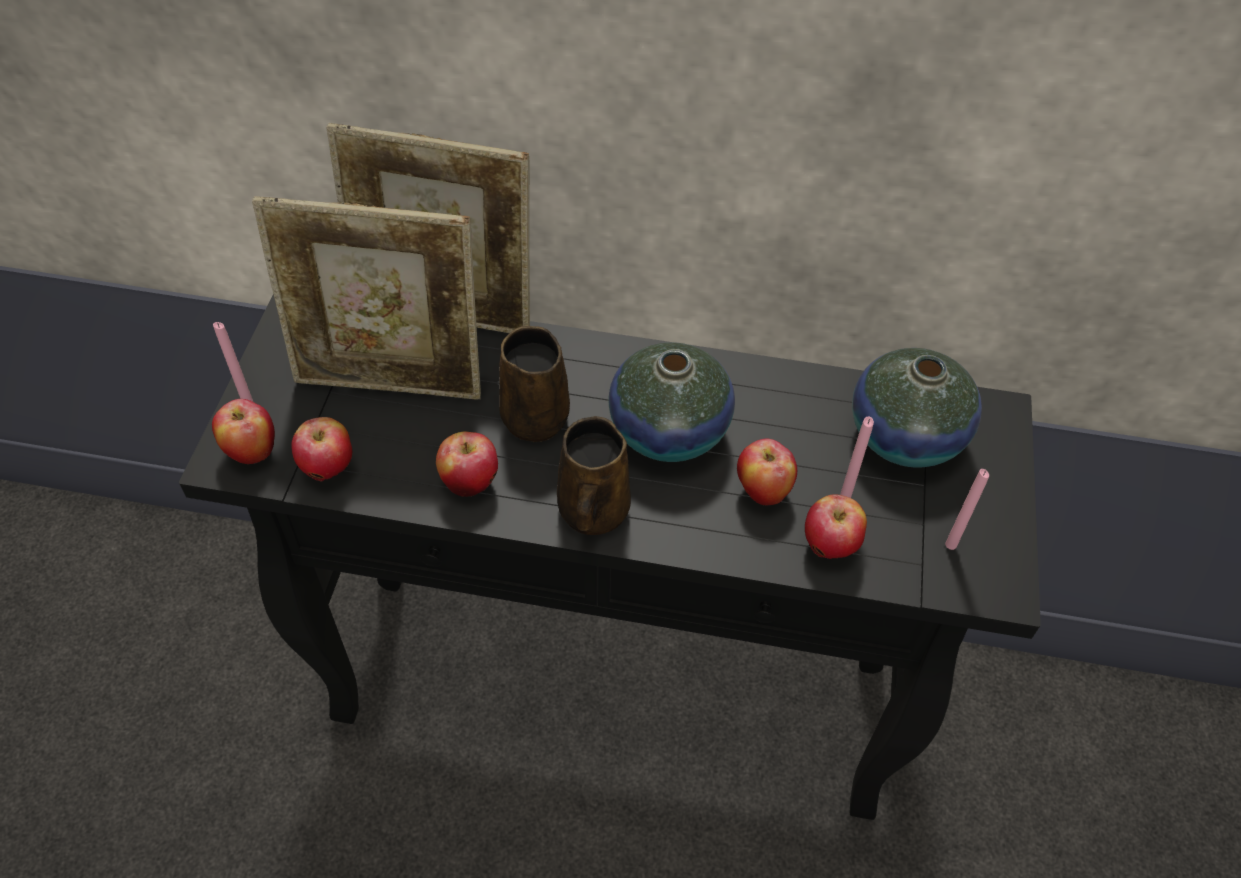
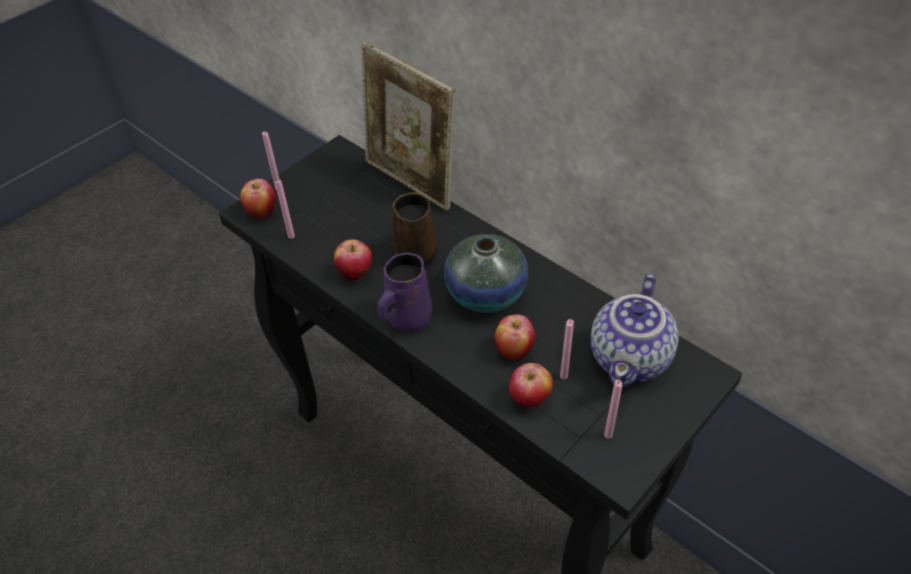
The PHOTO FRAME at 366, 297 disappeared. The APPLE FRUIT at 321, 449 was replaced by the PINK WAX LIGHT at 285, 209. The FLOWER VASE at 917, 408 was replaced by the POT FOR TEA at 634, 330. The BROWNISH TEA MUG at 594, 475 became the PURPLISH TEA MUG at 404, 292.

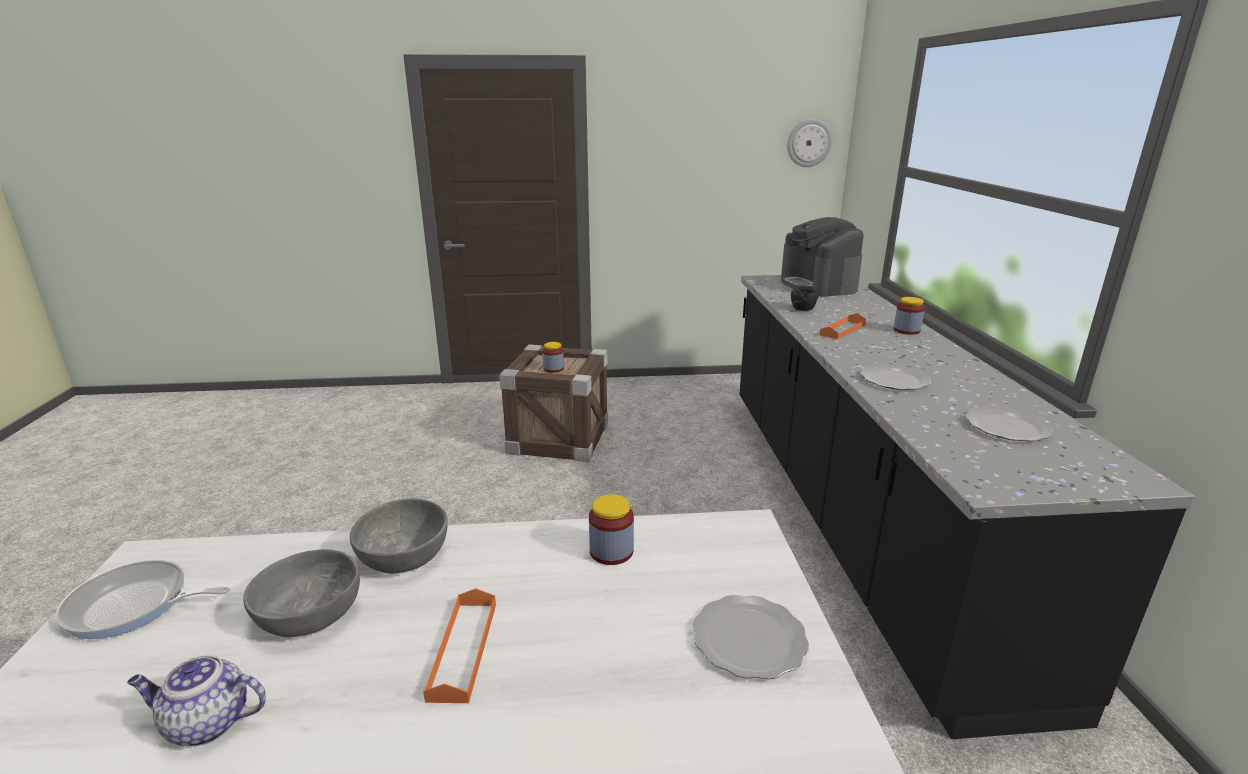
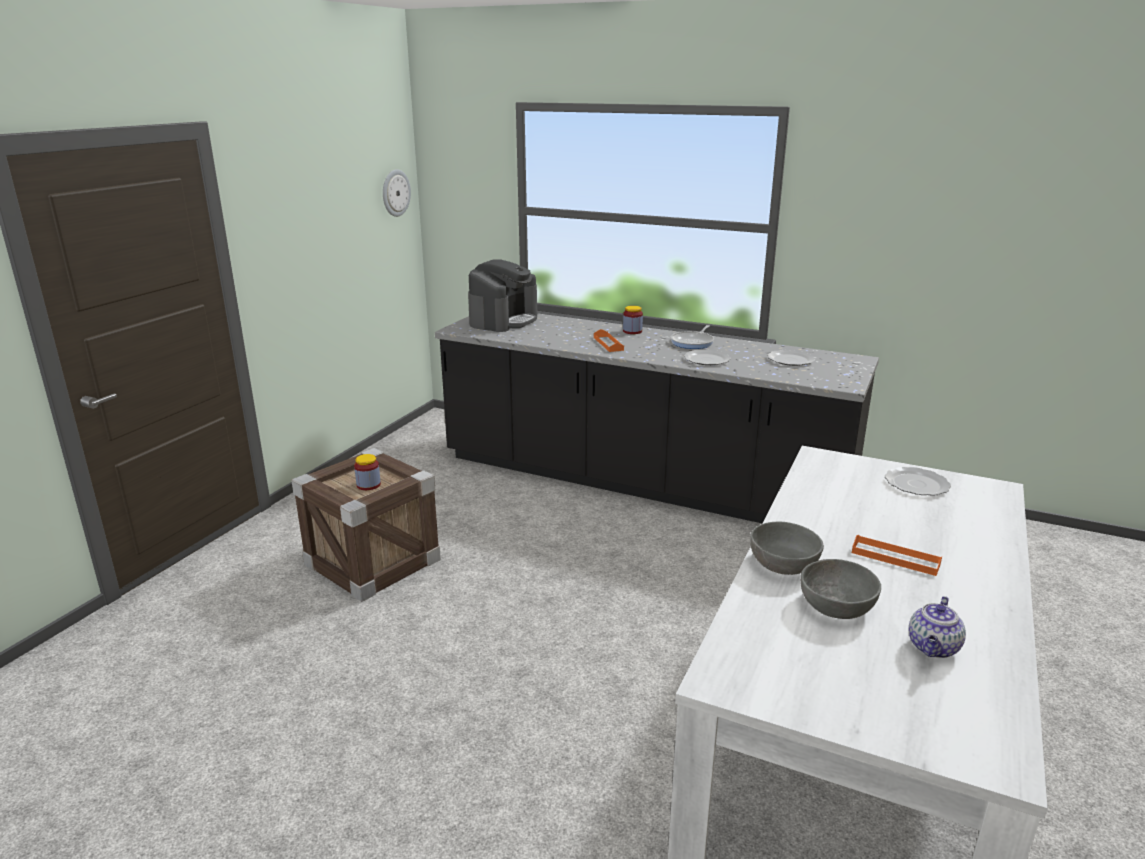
The PRESERVE JAR at 611, 529 disappeared. The BLACK-COLOURED BOWL at 804, 299 disappeared. The SKILLET moved from 142, 599 to 692, 337. The COFFEE MAKER at 822, 257 turned 75 degrees counterclockwise.

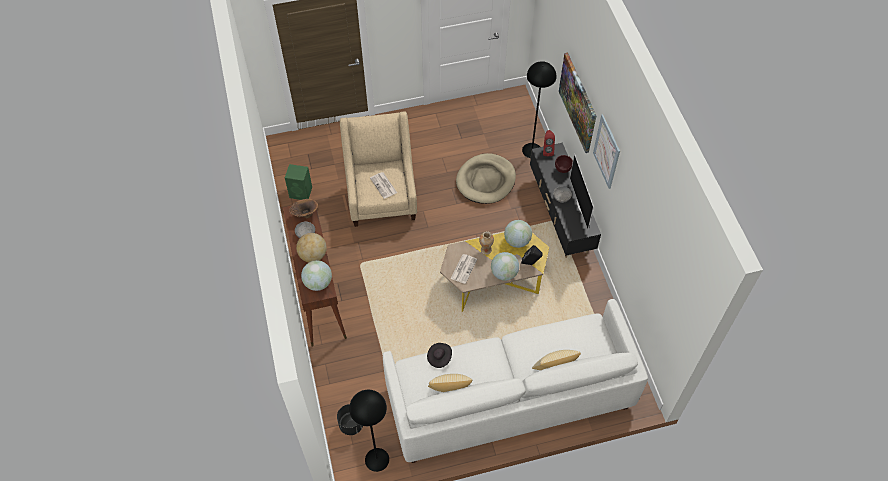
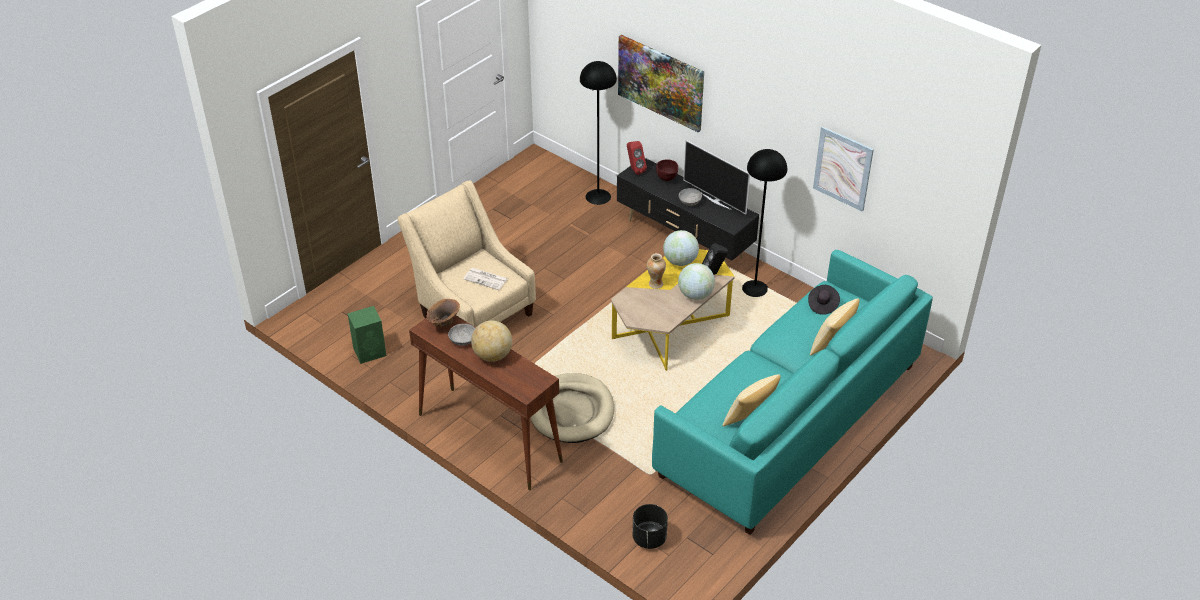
The WORLD GLOBE at 316, 275 disappeared. The DAILY PAPER at 464, 269 disappeared. The BLACK-COLOURED FLOOR LAMP moved from 369, 431 to 764, 223. The BLACK-COLOURED WEARABLE HAT moved from 439, 355 to 824, 300. The BEIGE-COLOURED DOG CUSHION moved from 486, 178 to 572, 408. The PICTURE moved from 606, 151 to 843, 169. The WHITISH COUCH at 515, 381 became the TURQUOISE COUCH at 792, 392.

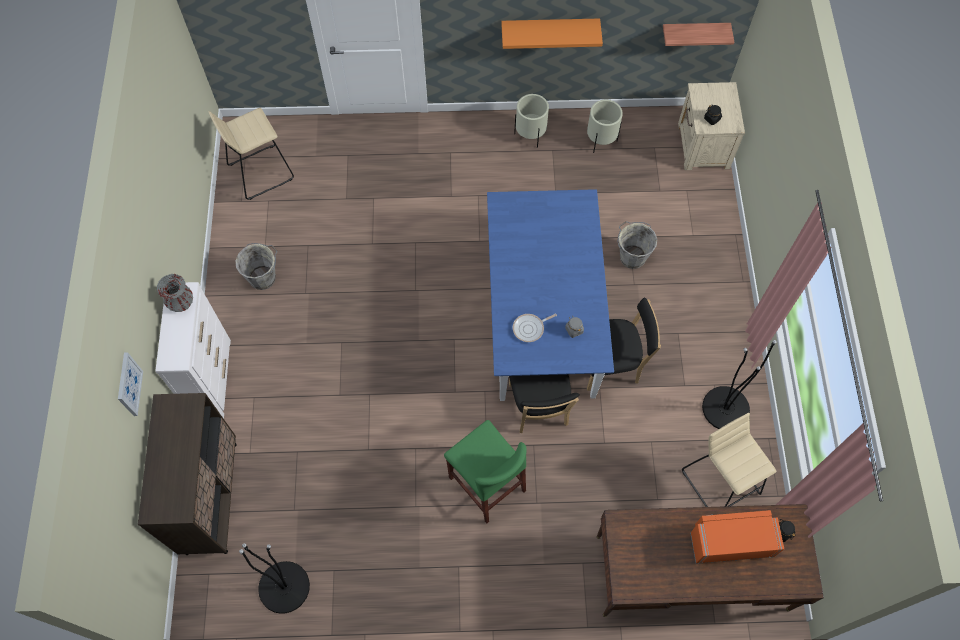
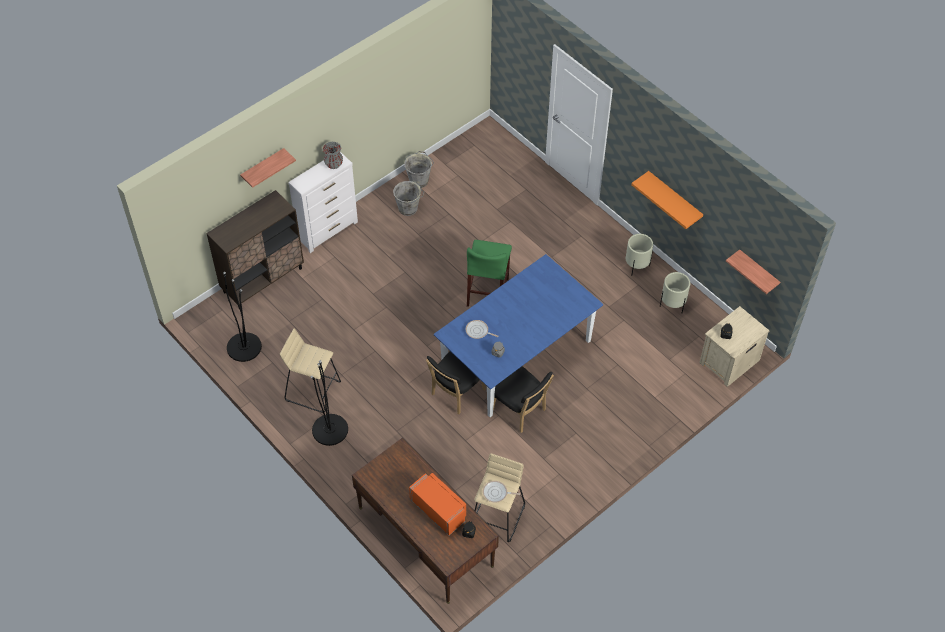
The SKILLET at 501, 492 appeared. The BEIGE-COLOURED STOOL SEAT moved from 251, 154 to 310, 371. The GREEN STOOL SEAT moved from 485, 471 to 489, 273. The GRAY BUCKET moved from 637, 245 to 419, 169. The BLACK-COLOURED FLOOR LAMP moved from 739, 384 to 329, 403. The PICTURE at 130, 384 was replaced by the WALL SHELF at 268, 168.

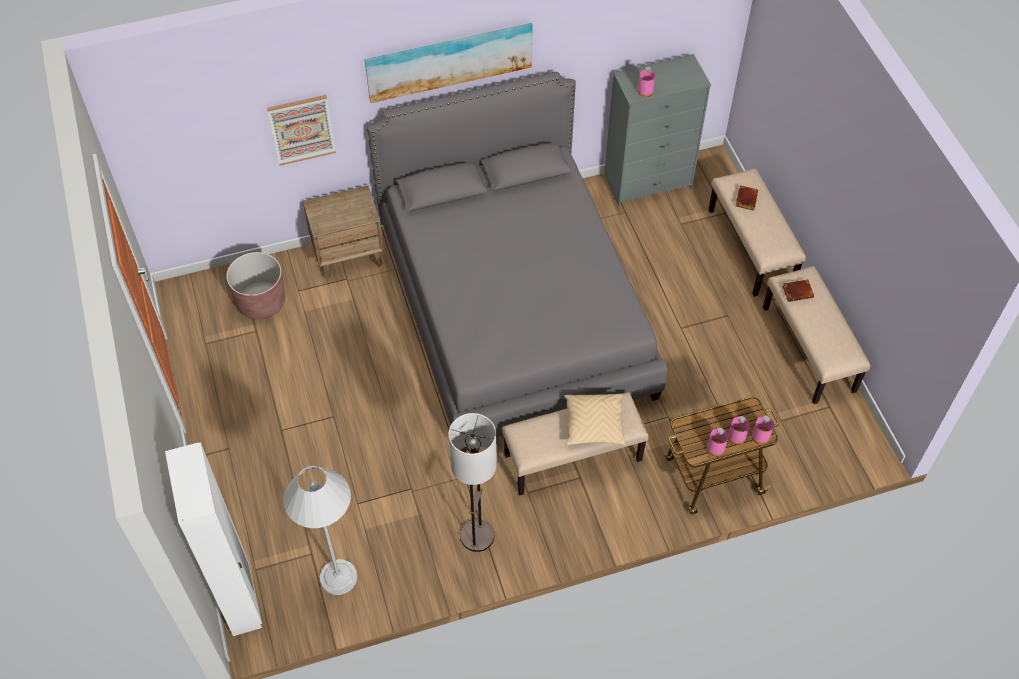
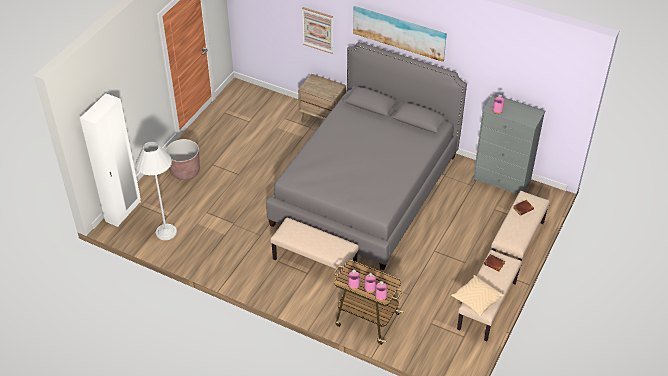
The FLOOR LAMP at 472, 482 disappeared. The BROWNISH PLANT POT moved from 255, 286 to 183, 159. The BEIGE-COLOURED PILLOW moved from 595, 419 to 478, 296.

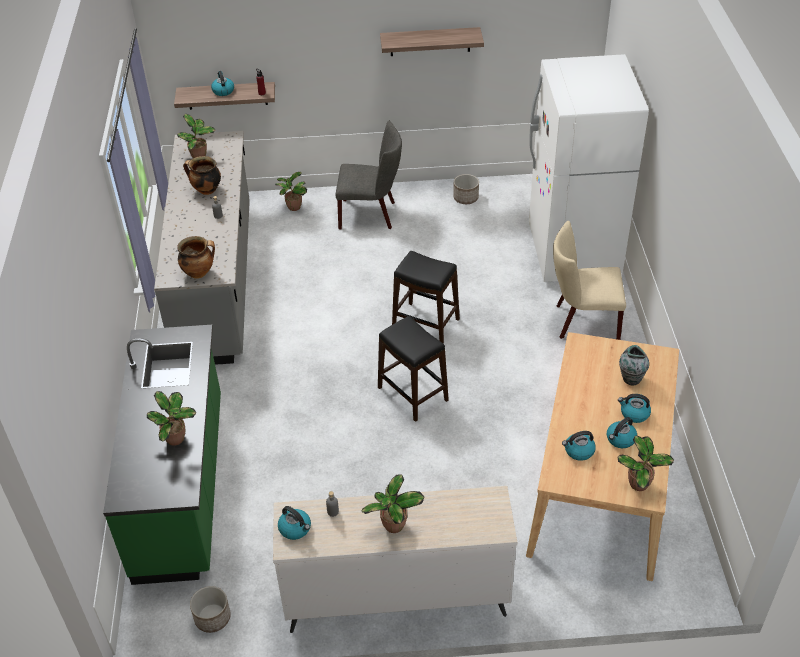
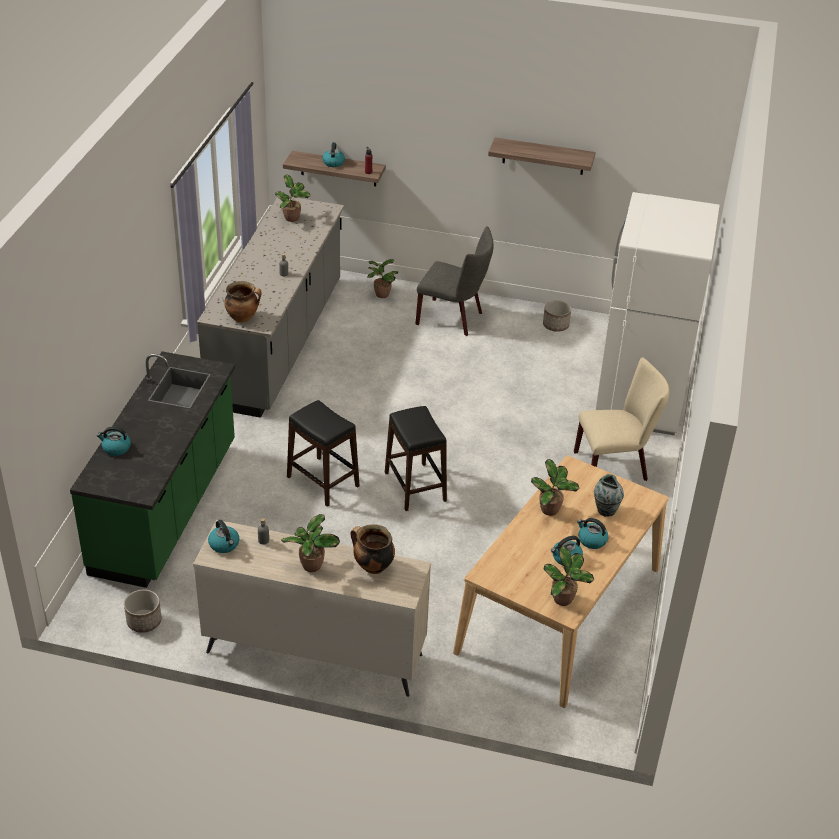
The HOUSEPLANT moved from 171, 418 to 555, 487. The SAUCEPOT moved from 202, 175 to 372, 549. The BLACK-COLOURED STOOL SEAT moved from 426, 297 to 323, 453. The TEA KETTLE moved from 579, 446 to 114, 441. The BEIGE-COLOURED UPRIGHT CHAIR at 589, 280 turned 150 degrees clockwise.

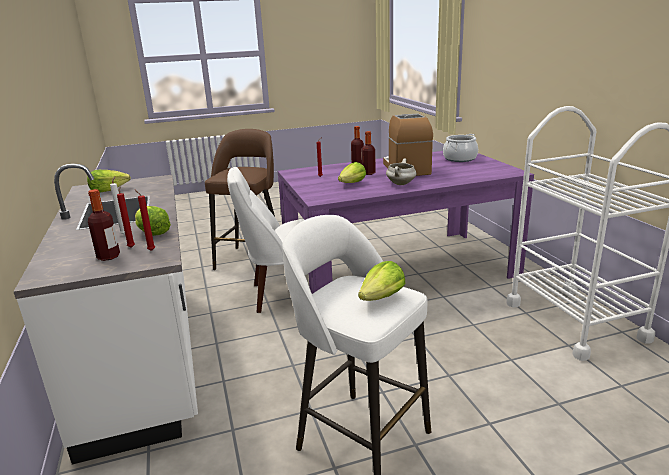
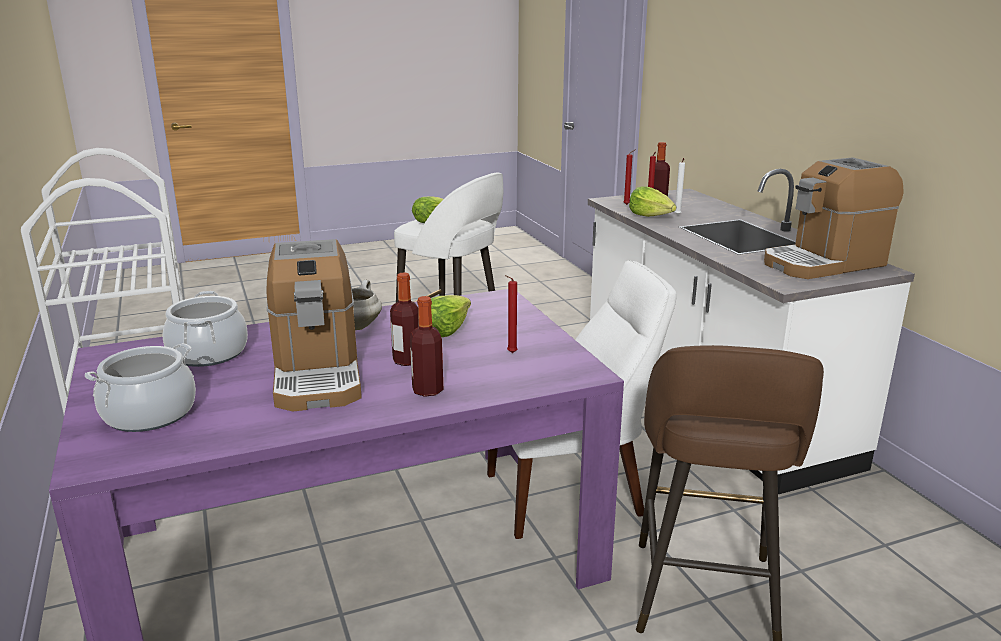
The SAUCEPOT at 205, 329 appeared. The HEAD OF LETTUCE at 109, 181 was replaced by the COFFEE MAKER at 833, 218.

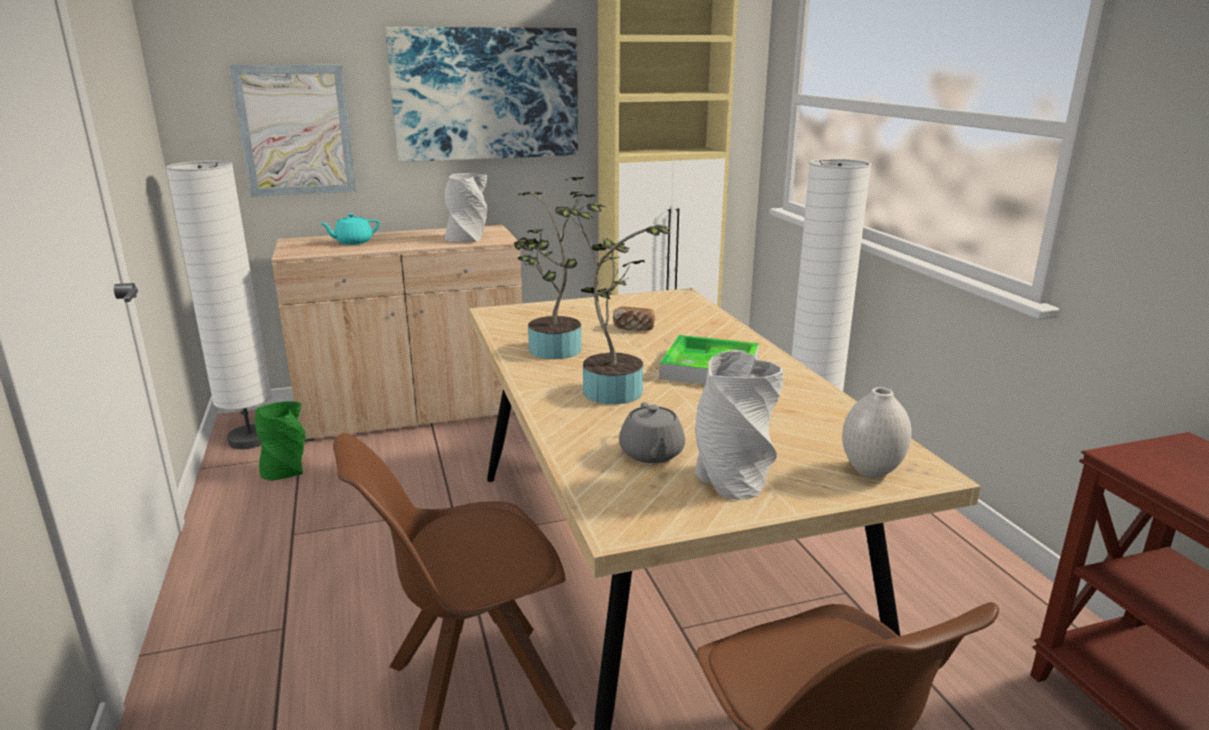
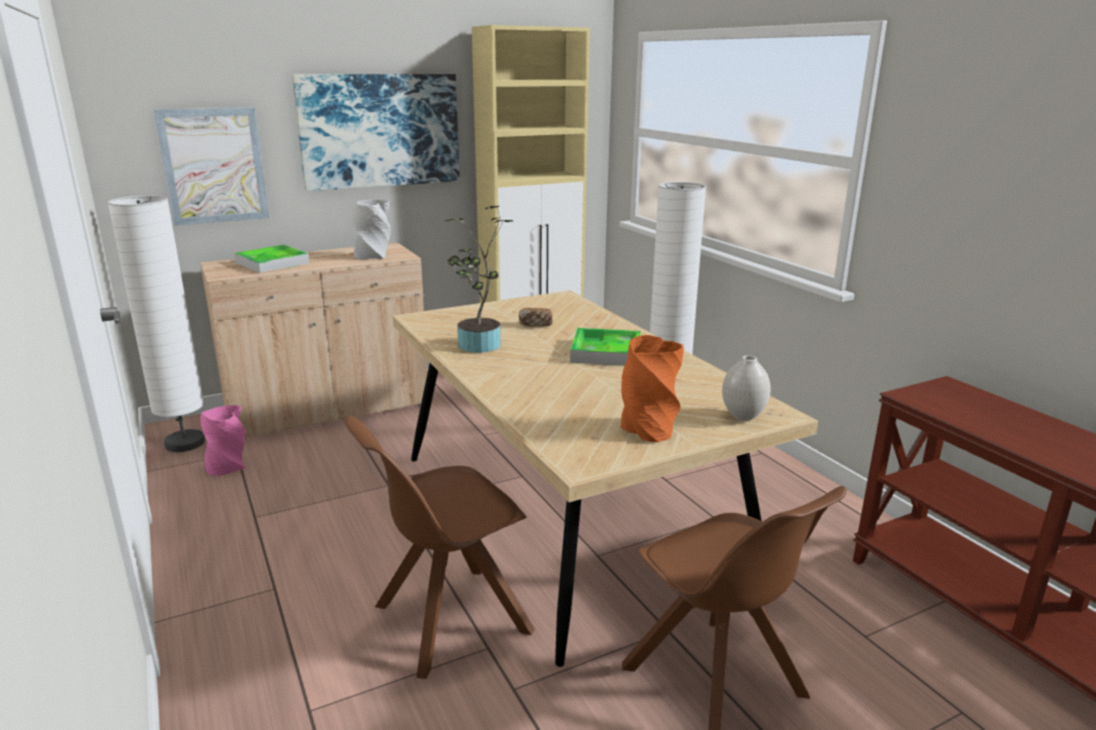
The HOUSEPLANT at 613, 303 disappeared. The GRAY POT FOR TEA at 652, 432 disappeared. The TURQUOISE POT FOR TEA at 350, 229 was replaced by the TRAY at 272, 259. The GREEN FLOWER VASE at 280, 441 became the PINK FLOWER VASE at 223, 440. The GRAY FLOWER VASE at 739, 425 became the ORANGE-COLOURED FLOWER VASE at 652, 388.

